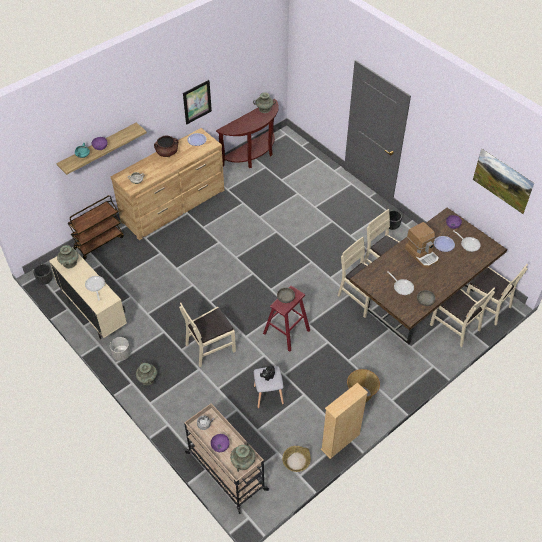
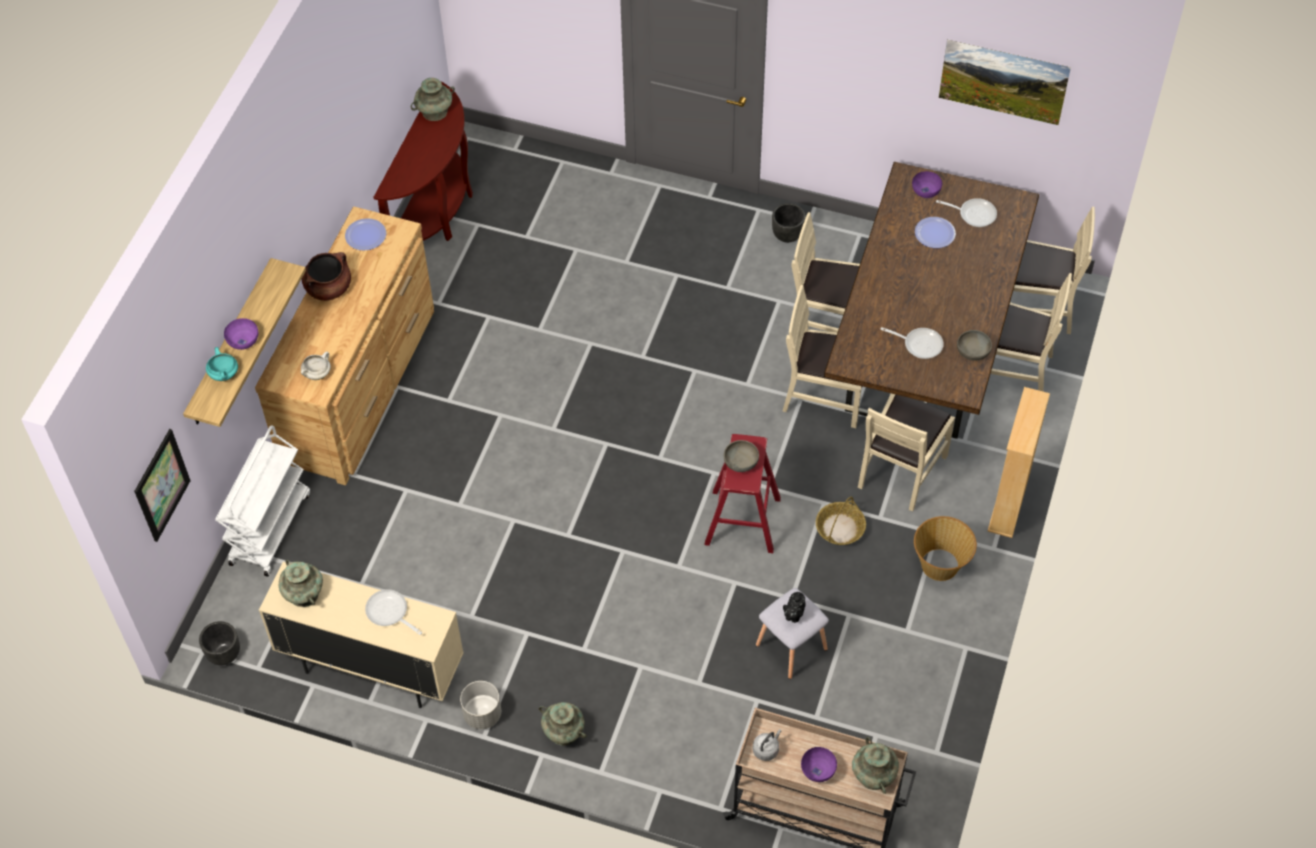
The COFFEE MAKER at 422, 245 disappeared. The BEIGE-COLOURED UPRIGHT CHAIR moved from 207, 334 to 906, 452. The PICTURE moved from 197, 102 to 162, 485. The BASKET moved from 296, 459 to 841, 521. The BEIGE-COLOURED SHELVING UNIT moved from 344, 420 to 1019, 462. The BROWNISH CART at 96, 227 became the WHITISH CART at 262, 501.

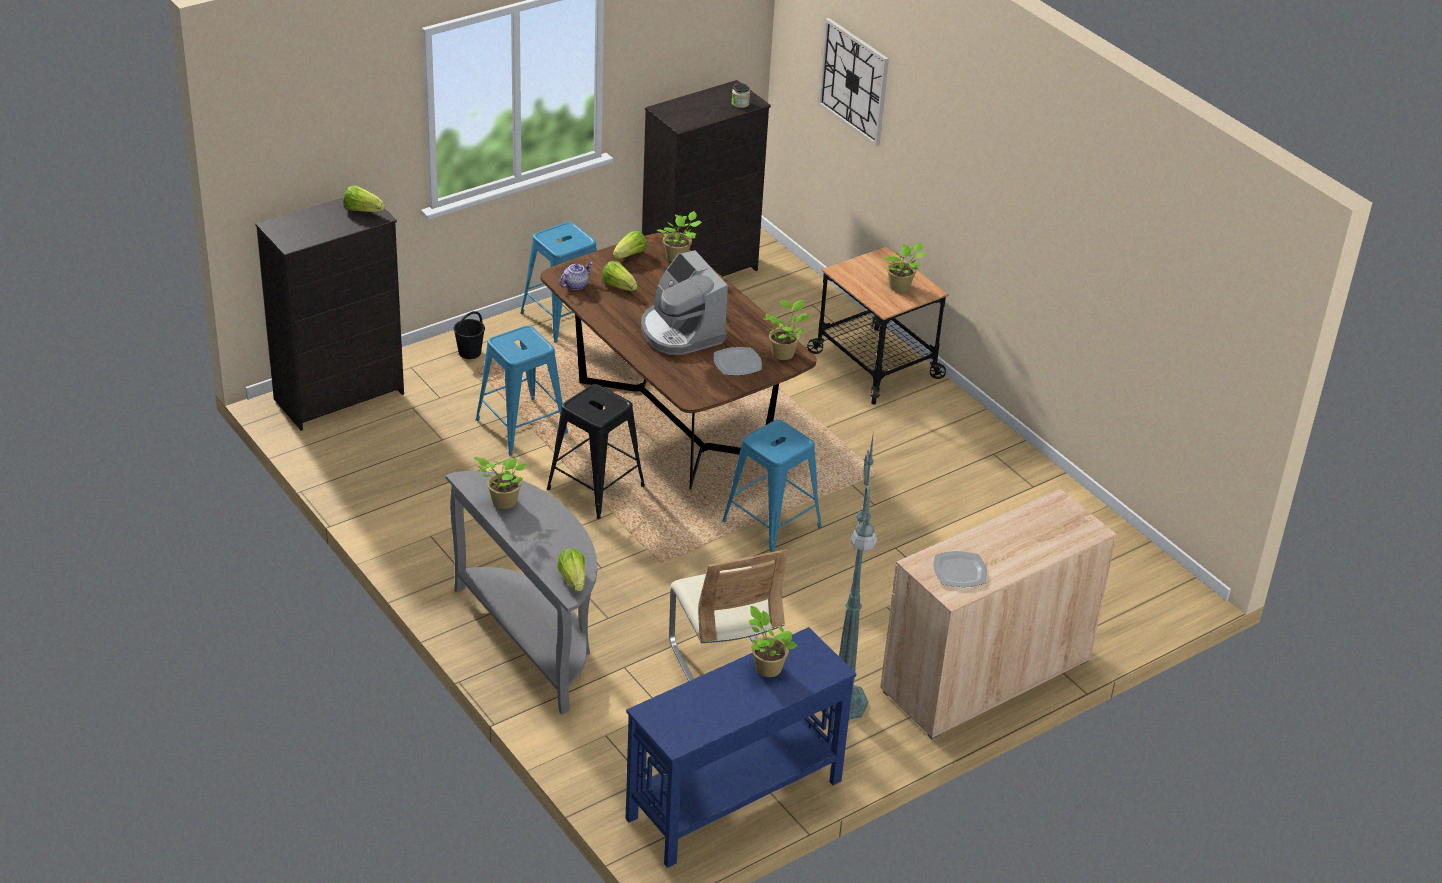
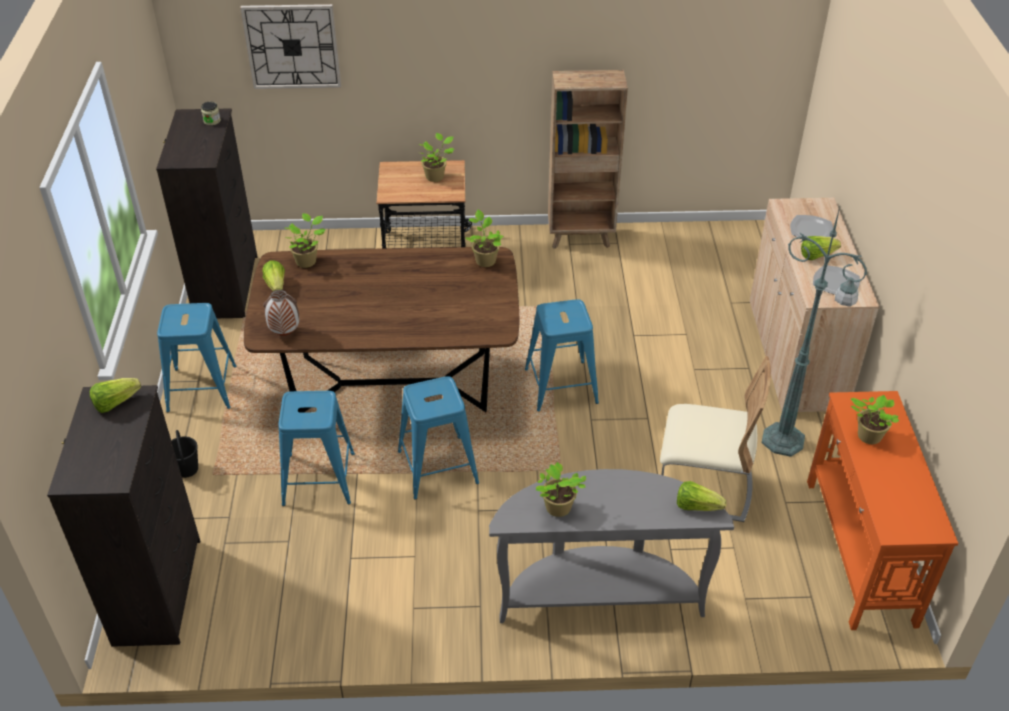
The COFFEE MAKER at 684, 302 disappeared. The BROWNISH SHELVING UNIT at 588, 159 appeared. The HEAD OF LETTUCE moved from 620, 276 to 821, 248. The FLAT DISH moved from 738, 361 to 811, 226. The POT FOR TEA at 575, 276 was replaced by the FLOWER VASE at 281, 313. The BLACK-COLOURED STOOL SEAT at 596, 451 became the BLUE-COLOURED STOOL SEAT at 438, 438. The BLUE-COLOURED NARROW TABLE at 741, 747 became the ORANGE-COLOURED NARROW TABLE at 882, 510.

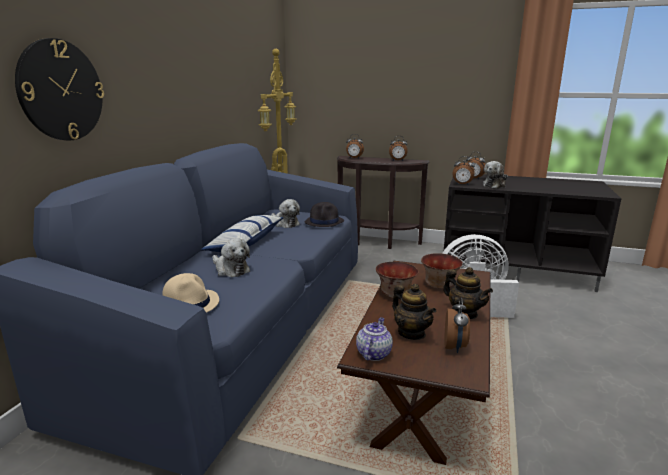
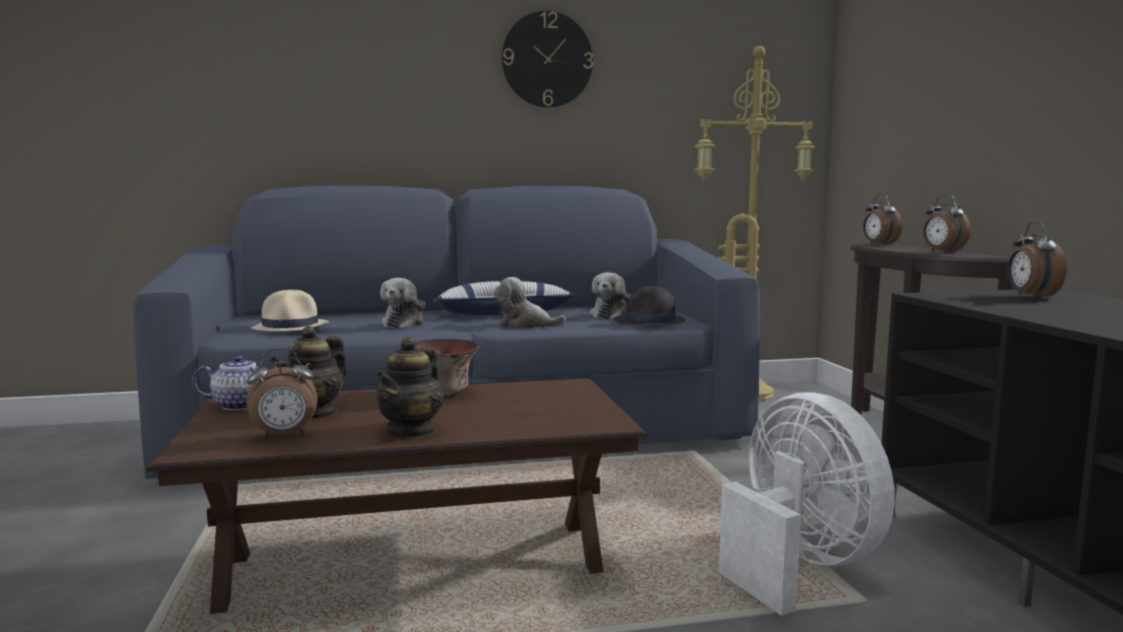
The BOWL at 442, 270 disappeared. The TABLE CLOCK at 464, 170 disappeared. The WALL CLOCK moved from 59, 89 to 547, 59. The PLUSH TOY moved from 495, 175 to 530, 303.

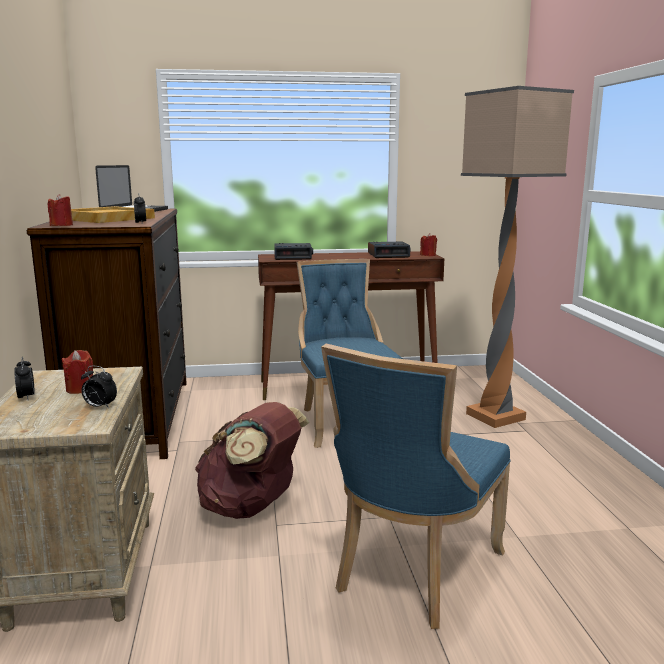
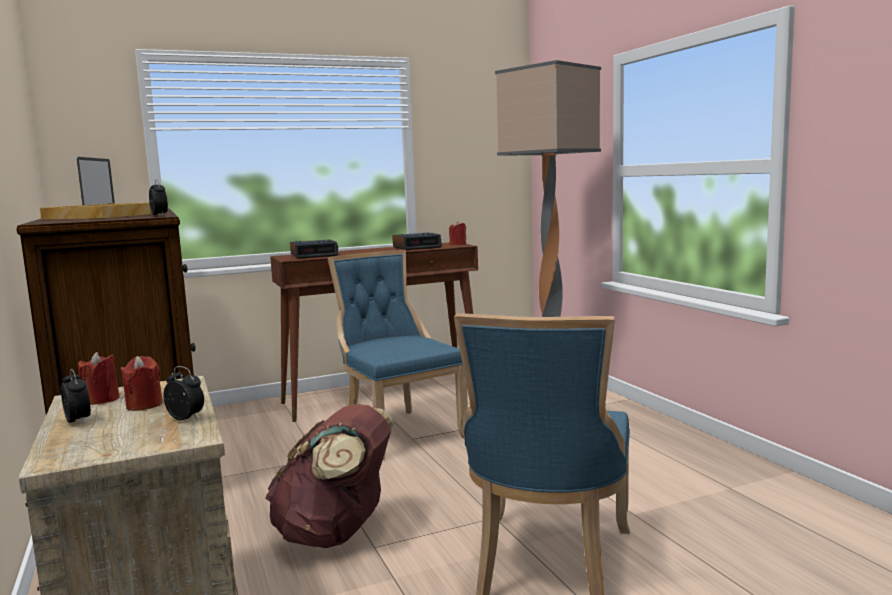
The RED-COLOURED WAX LIGHT moved from 60, 210 to 98, 378. The TABLE CLOCK at 99, 387 turned 150 degrees counterclockwise.

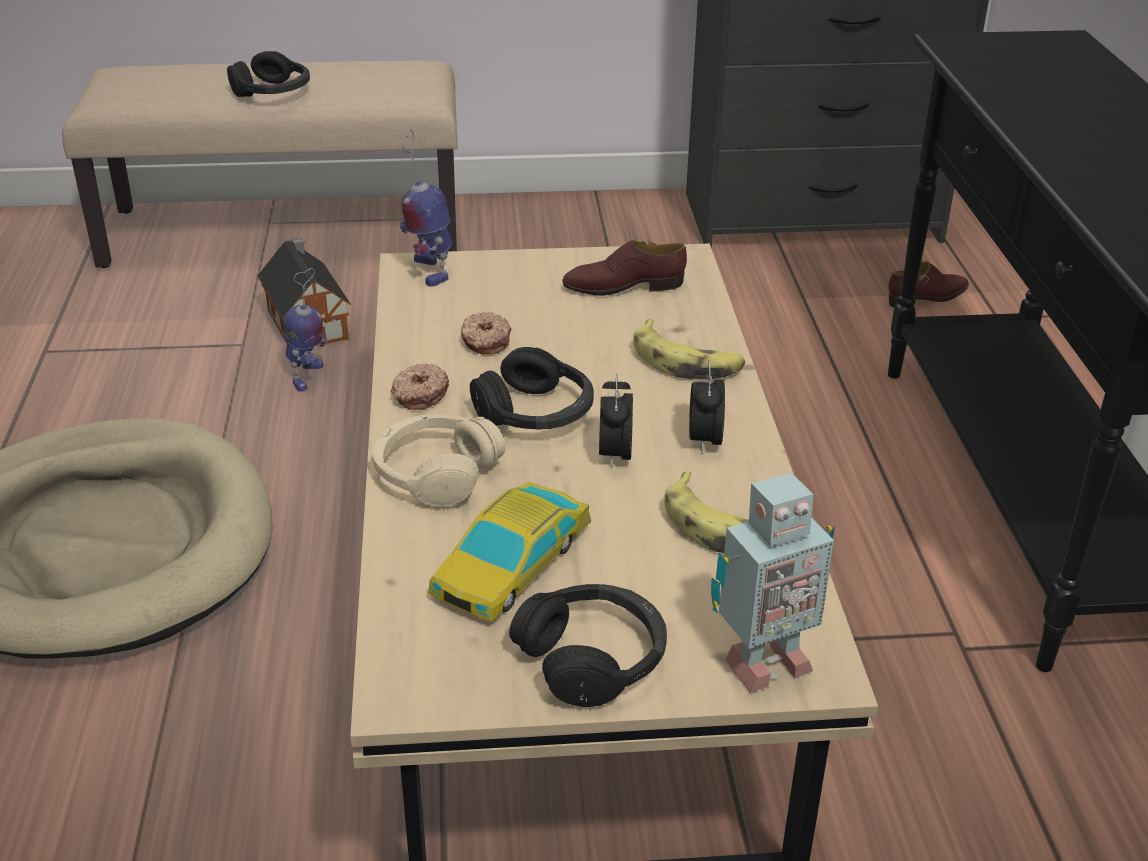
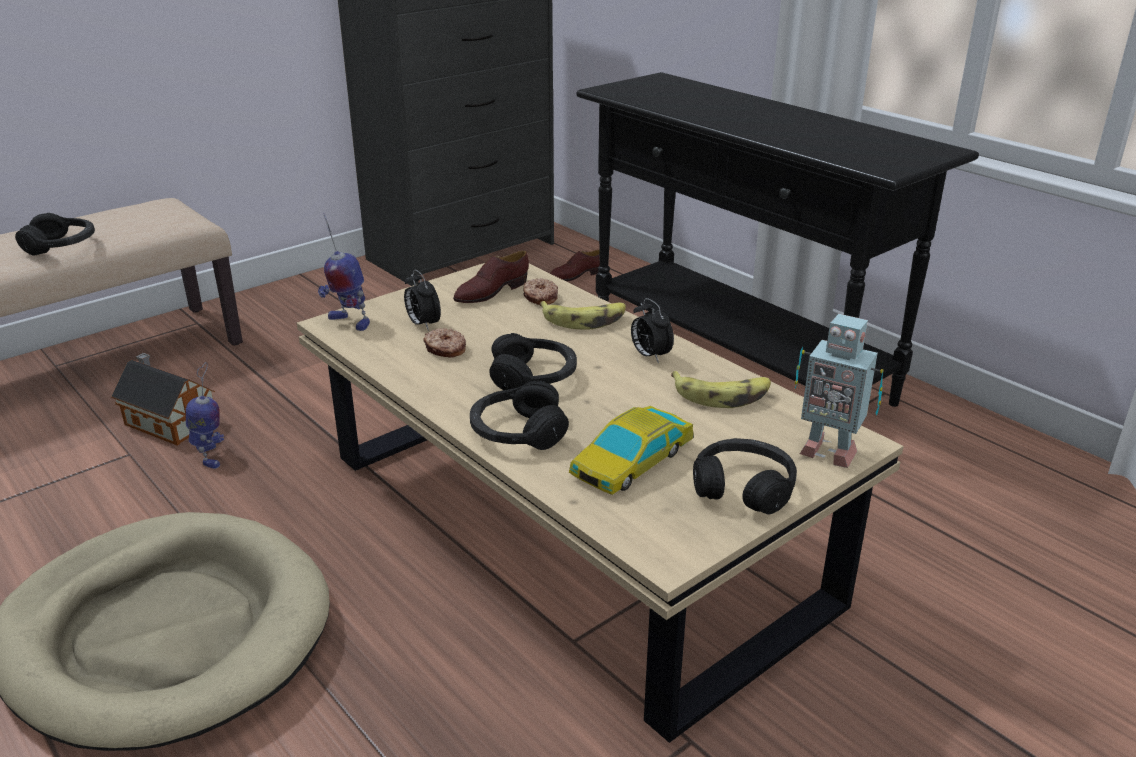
The DOUGHNUT moved from 420, 386 to 540, 291. The TABLE CLOCK moved from 616, 421 to 422, 300. The BEIGE-COLOURED HEADPHONES at 438, 460 became the BLACK-COLOURED HEADPHONES at 519, 415. The TOY CAR at 509, 552 turned 45 degrees clockwise. The ROBOT FIGURE at 773, 583 turned 90 degrees clockwise. The BROWNISH ITEM OF FOOTWEAR at 929, 284 turned 150 degrees counterclockwise.

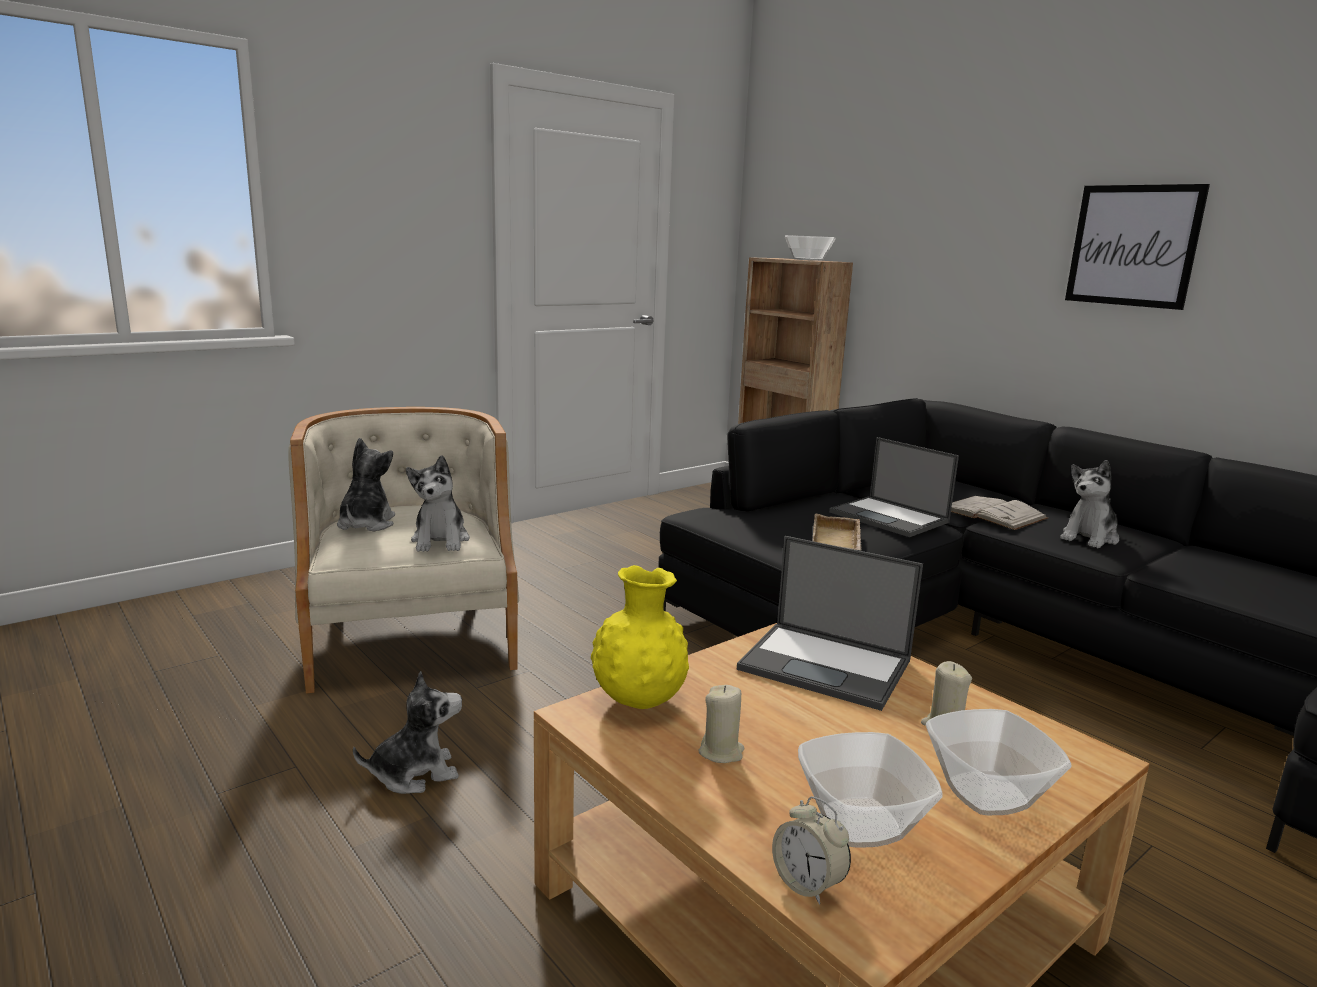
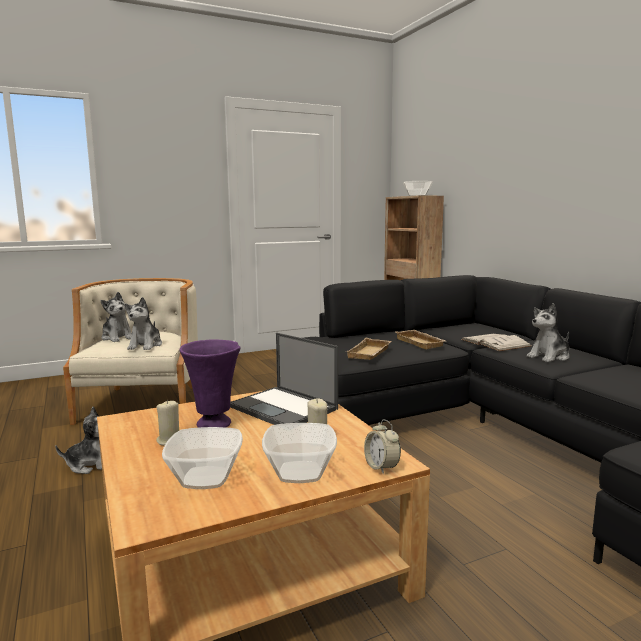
The YELLOW FLOWER VASE at 640, 637 disappeared. The PICTURE at 1137, 247 disappeared. The PURPLISH FLOWER VASE at 210, 383 appeared. The TABLE CLOCK moved from 811, 850 to 382, 446. The NOTEBOOK COMPUTER at 894, 487 was replaced by the BEIGE-COLOURED TRAY at 420, 340. The PLUSH TOY at 366, 484 turned 120 degrees clockwise.

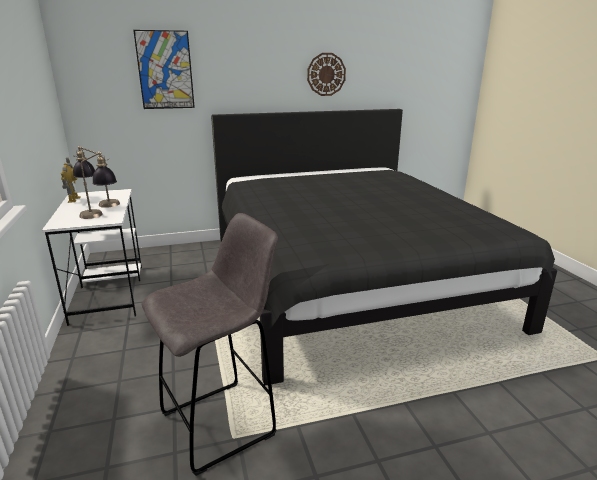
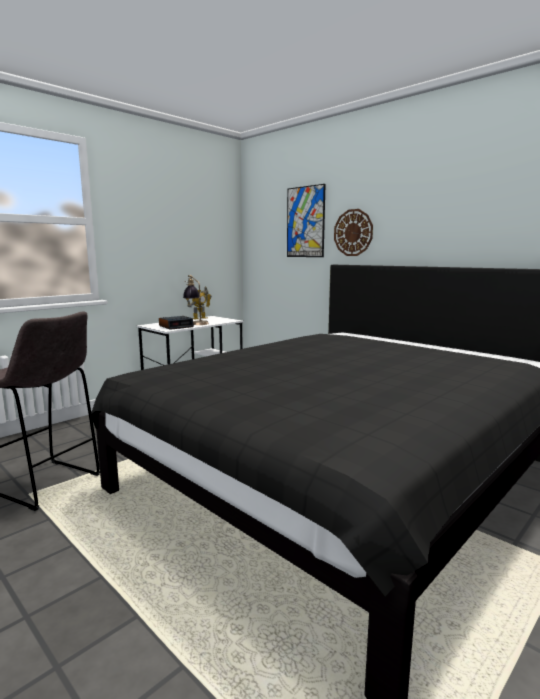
The WALL CLOCK moved from 326, 74 to 353, 232. The LAMP FOR A TABLE at 98, 185 was replaced by the TABLE CLOCK at 176, 323.

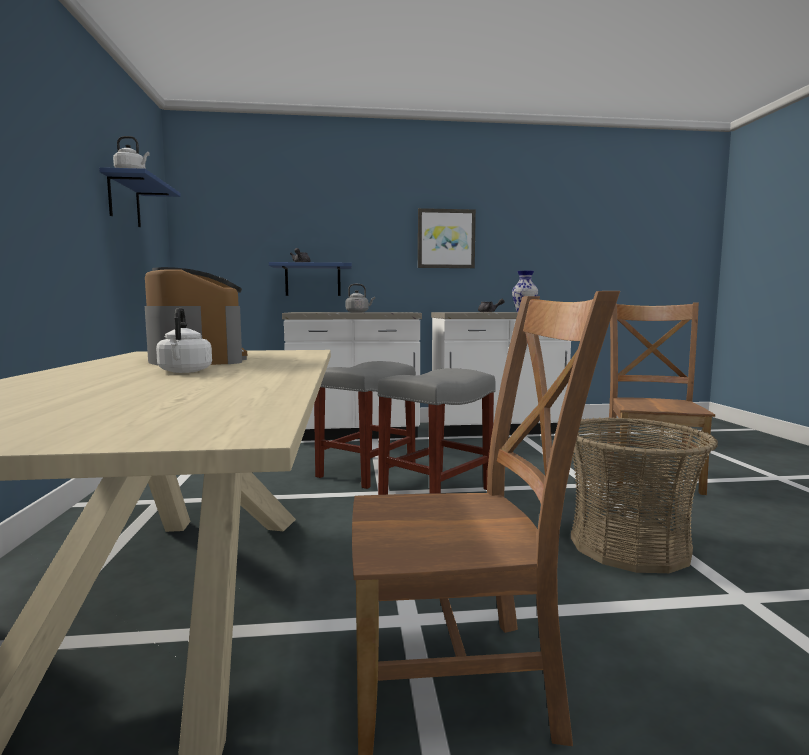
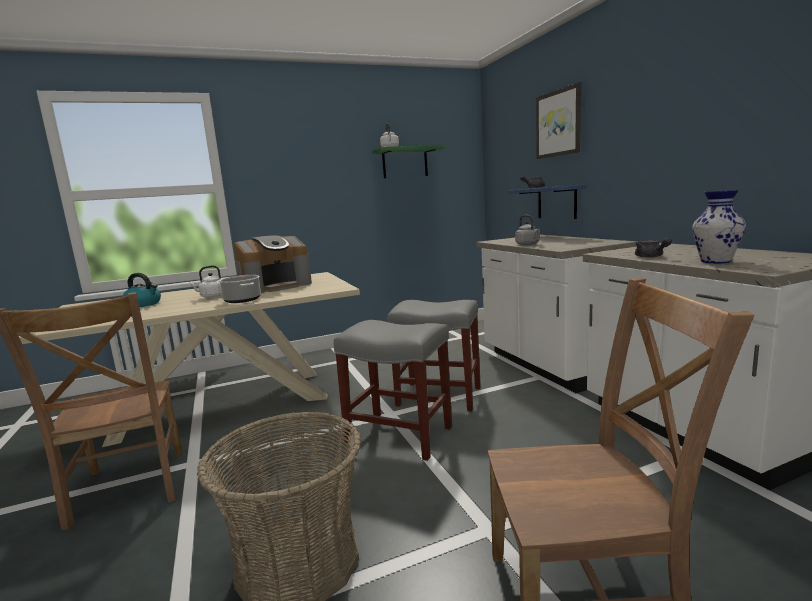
The TEA KETTLE at 141, 290 appeared. The SAUCEPOT at 240, 289 appeared. The PICTURE moved from 447, 238 to 558, 120. The BLUE-COLOURED WALL SHELF at 140, 197 became the GREEN WALL SHELF at 409, 161.

